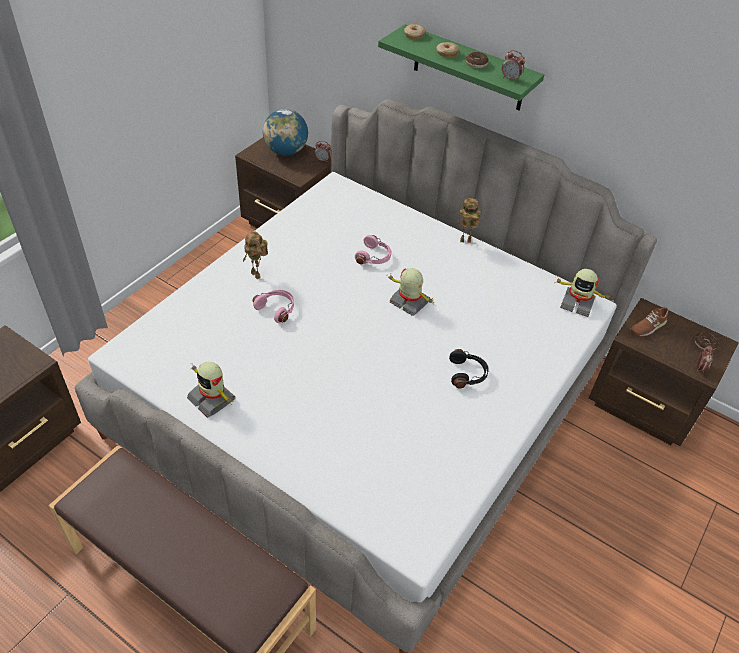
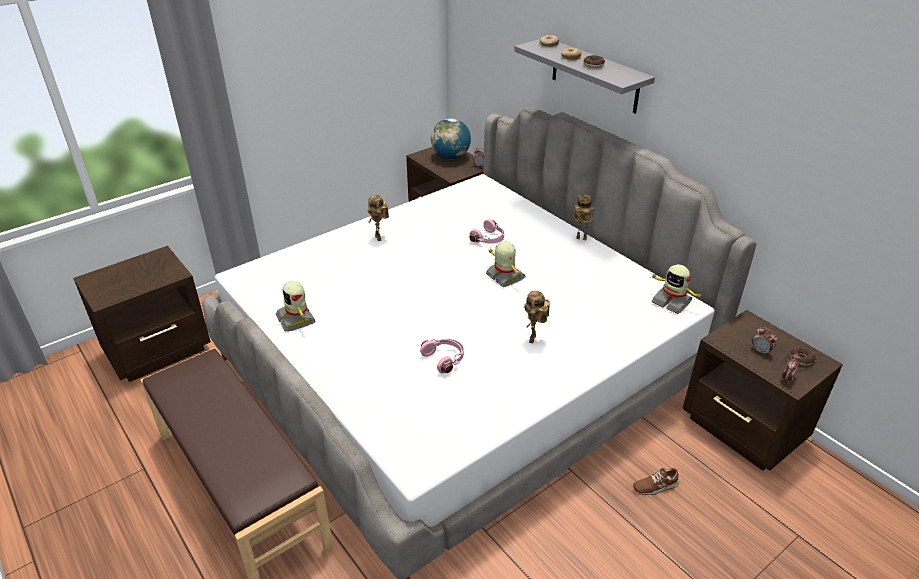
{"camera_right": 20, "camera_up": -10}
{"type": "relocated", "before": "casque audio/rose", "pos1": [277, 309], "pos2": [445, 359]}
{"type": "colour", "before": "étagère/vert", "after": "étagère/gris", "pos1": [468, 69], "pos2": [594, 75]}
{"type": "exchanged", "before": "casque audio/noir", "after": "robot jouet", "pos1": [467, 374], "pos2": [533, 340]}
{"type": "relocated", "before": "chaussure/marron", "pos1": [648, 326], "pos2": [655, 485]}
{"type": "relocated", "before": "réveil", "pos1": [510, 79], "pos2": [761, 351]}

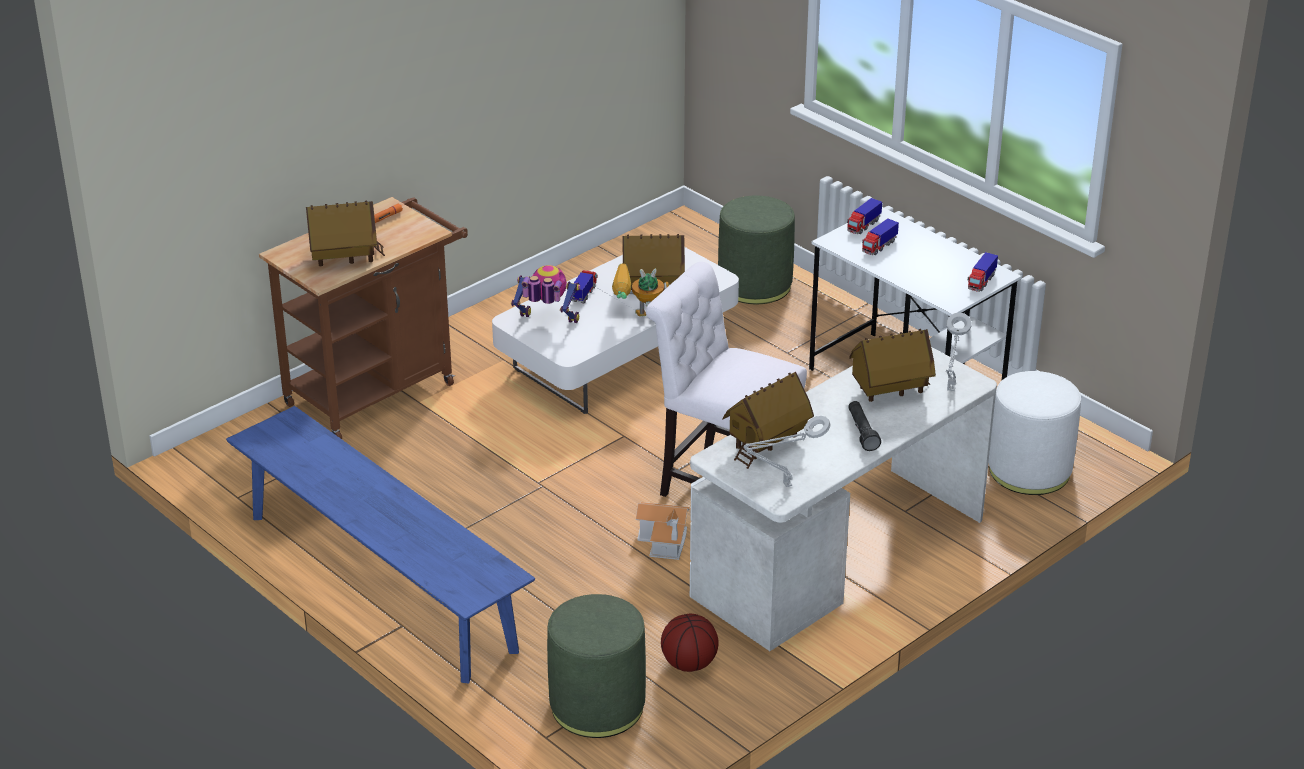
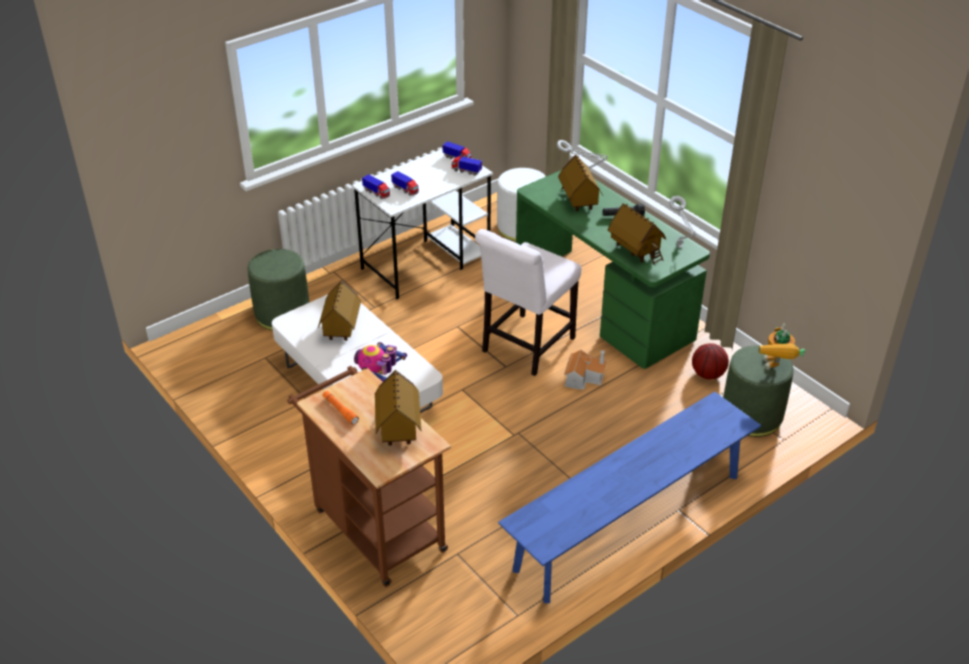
{"camera_right": -85, "camera_up": 5}
{"type": "relocated", "before": "camion jouet", "pos1": [584, 294], "pos2": [466, 171]}
{"type": "colour", "before": "bureau/blanc", "after": "bureau/vert", "pos1": [840, 557], "pos2": [603, 306]}
{"type": "relocated", "before": "robot jouet", "pos1": [637, 319], "pos2": [776, 369]}

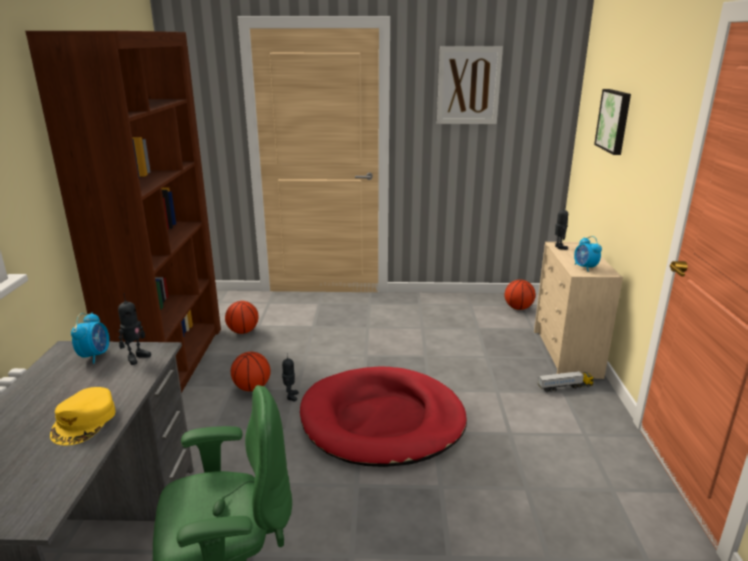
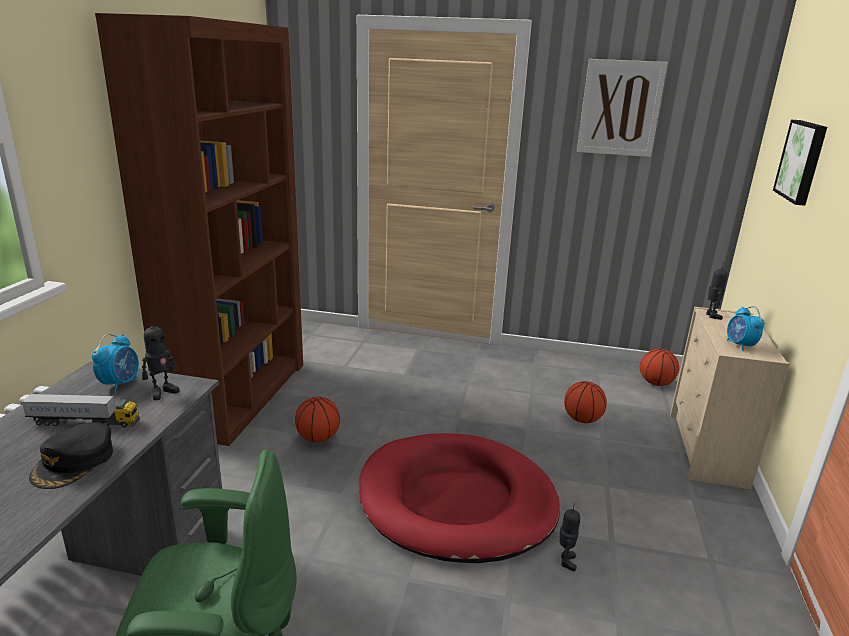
{"camera_right": 10, "camera_up": 0}
{"type": "relocated", "before": "camion jouet", "pos1": [565, 387], "pos2": [84, 422]}
{"type": "colour", "before": "casquette/jaune", "after": "casquette/noir", "pos1": [84, 421], "pos2": [74, 462]}
{"type": "relocated", "before": "robot jouet", "pos1": [290, 396], "pos2": [565, 561]}
{"type": "relocated", "before": "ballon de basket", "pos1": [243, 331], "pos2": [582, 419]}

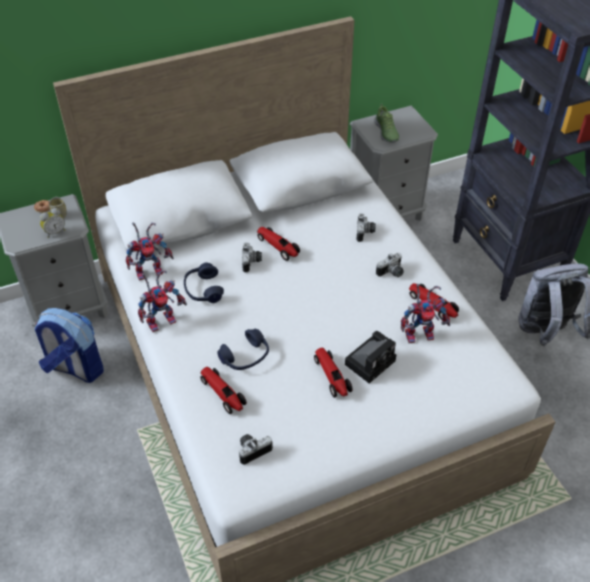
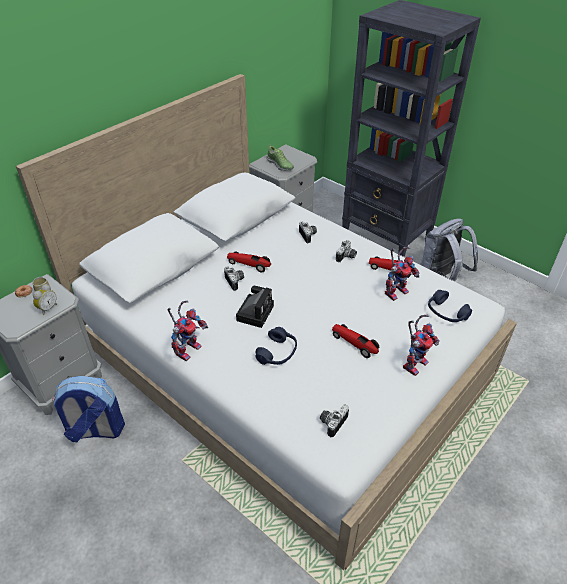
{"camera_right": -25, "camera_up": -5}
{"type": "relocated", "before": "appareil photo", "pos1": [371, 361], "pos2": [255, 312]}
{"type": "relocated", "before": "robot jouet", "pos1": [151, 270], "pos2": [414, 362]}
{"type": "relocated", "before": "casque audio/bleu", "pos1": [203, 289], "pos2": [446, 313]}
{"type": "missing", "before": "petite voiture", "pos1": [223, 394]}

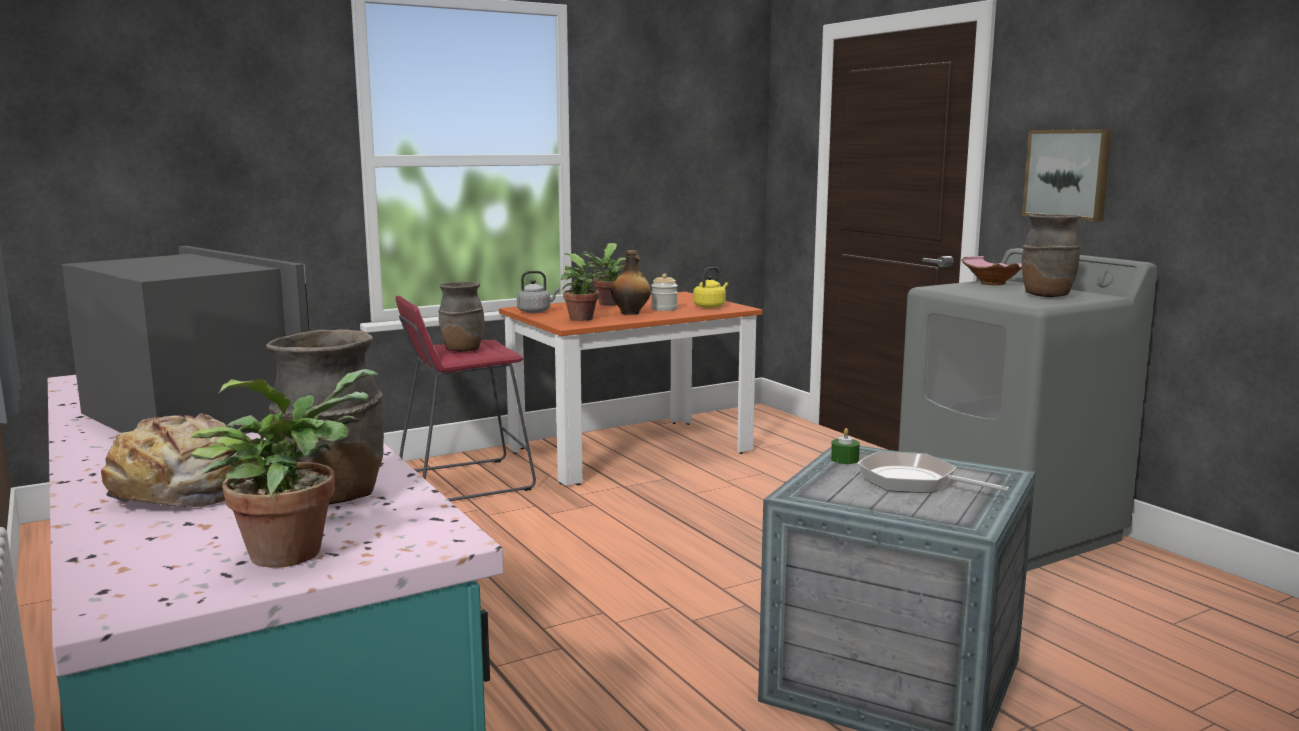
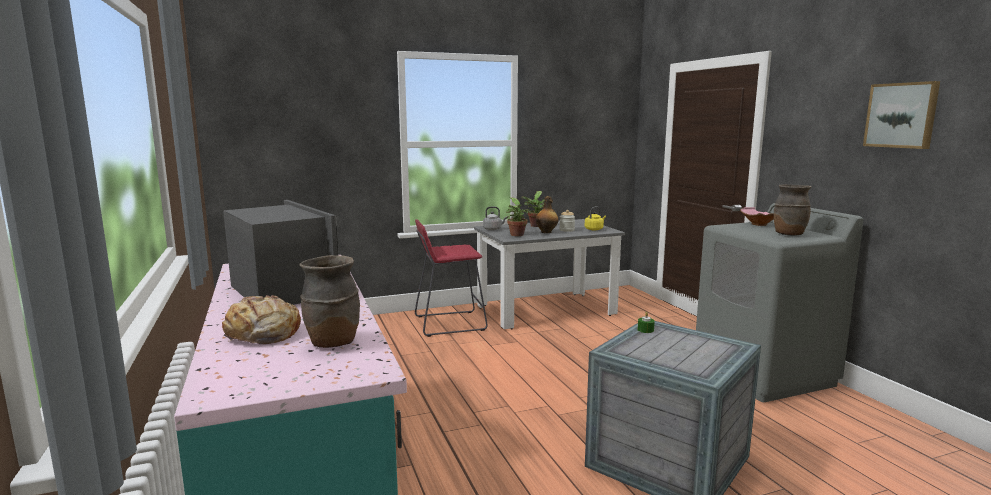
{"camera_right": 10, "camera_up": 0}
{"type": "colour", "before": "table à manger/orange", "after": "table à manger/gris", "pos1": [630, 451], "pos2": [545, 310]}
{"type": "relocated", "before": "tableau", "pos1": [1068, 174], "pos2": [902, 115]}
{"type": "missing", "before": "plante en pot", "pos1": [293, 550]}
{"type": "missing", "before": "vase/marron", "pos1": [462, 350]}
{"type": "missing", "before": "poêle", "pos1": [913, 481]}

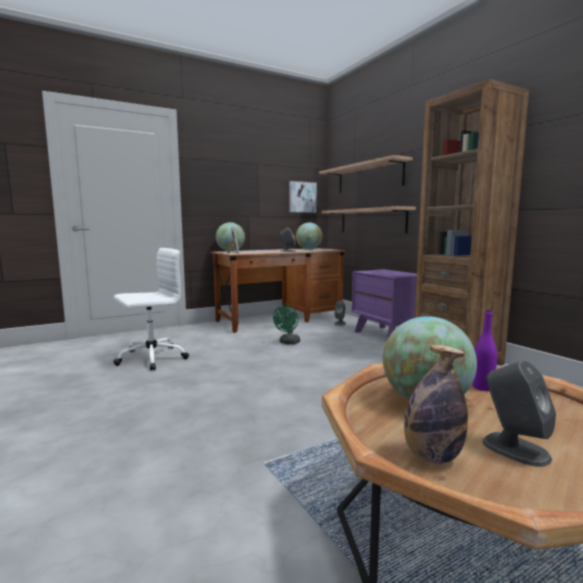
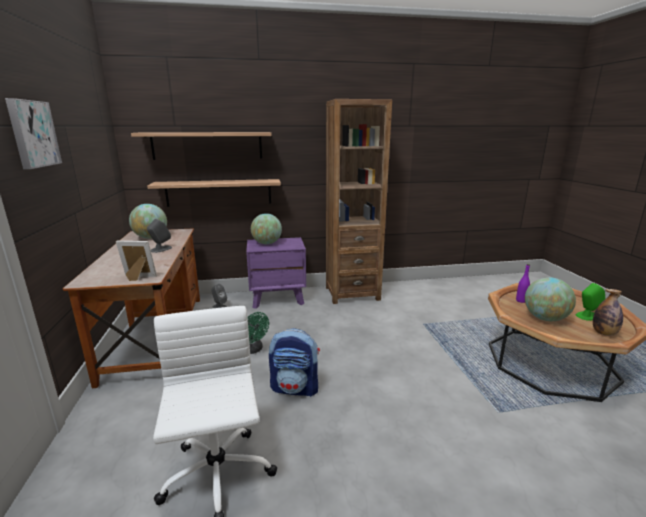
{"camera_right": -70, "camera_up": 10}
{"type": "relocated", "before": "tableau", "pos1": [302, 197], "pos2": [32, 134]}
{"type": "relocated", "before": "globe", "pos1": [230, 251], "pos2": [267, 243]}
{"type": "appeared", "after": "sac à dos", "pos2": [295, 388]}
{"type": "colour", "before": "enceinte/gris", "after": "enceinte/vert", "pos1": [514, 449], "pos2": [587, 316]}

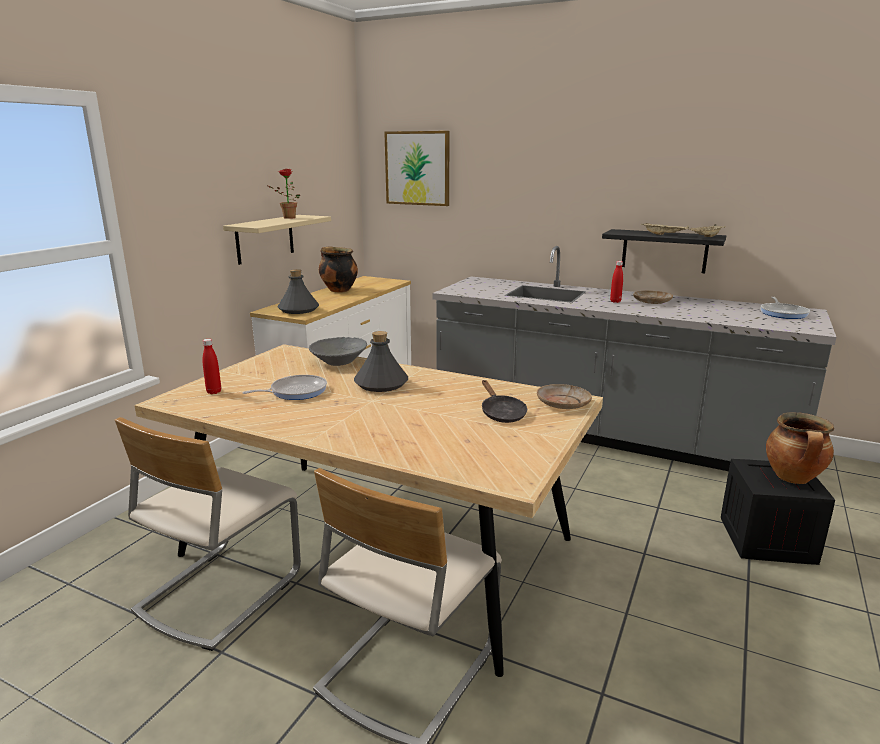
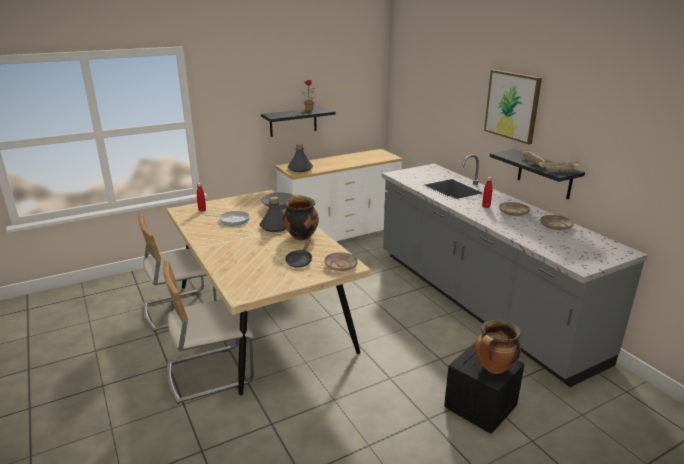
{"camera_right": 35, "camera_up": 5}
{"type": "colour", "before": "étagère/beige", "after": "étagère/noir", "pos1": [265, 239], "pos2": [293, 122]}
{"type": "relocated", "before": "marmite", "pos1": [338, 290], "pos2": [301, 236]}
{"type": "relocated", "before": "tableau", "pos1": [417, 168], "pos2": [512, 105]}
{"type": "appeared", "after": "assiette/beige", "pos2": [555, 226]}
{"type": "missing", "before": "poêle", "pos1": [783, 313]}

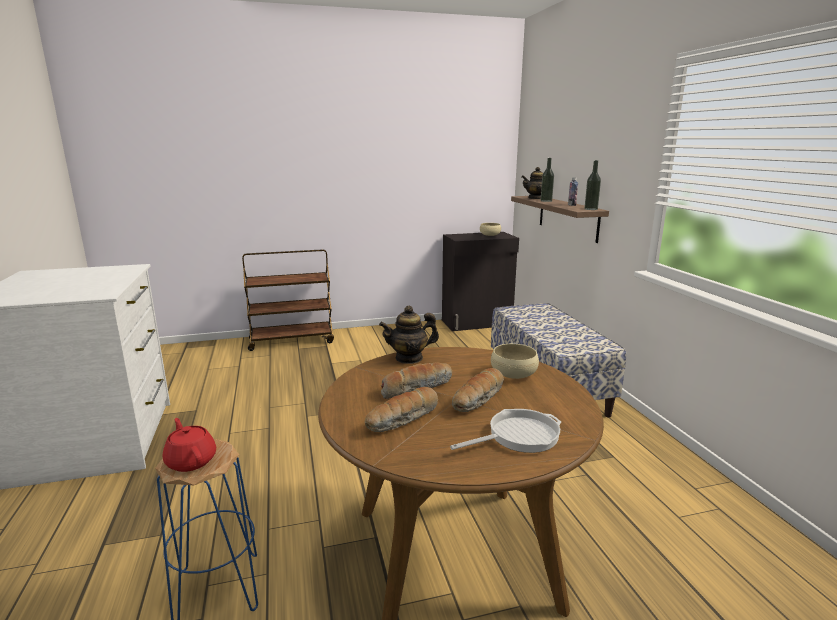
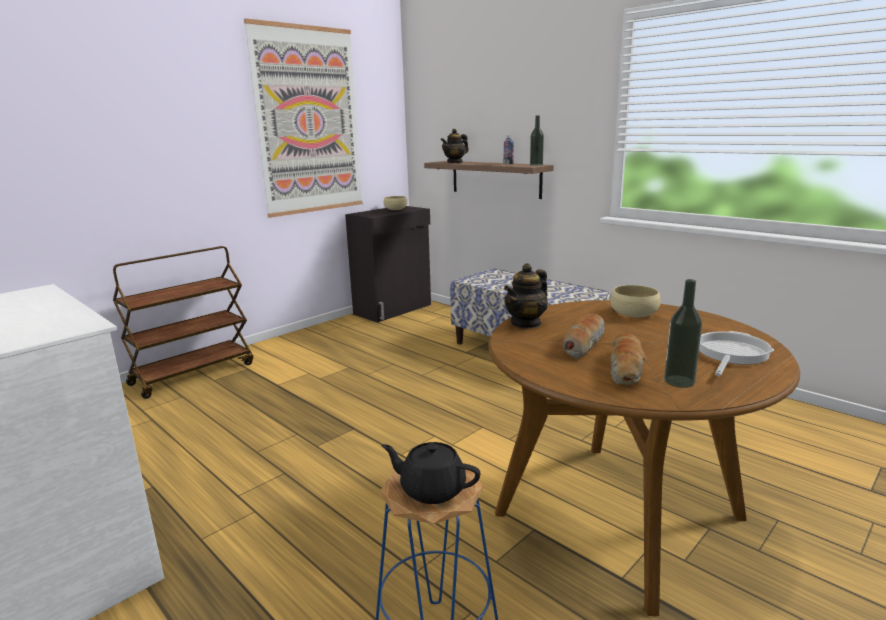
{"camera_right": -30, "camera_up": 0}
{"type": "appeared", "after": "tableau", "pos2": [309, 122]}
{"type": "colour", "before": "théière/rouge", "after": "théière/noir", "pos1": [191, 460], "pos2": [431, 489]}
{"type": "relocated", "before": "bouteille", "pos1": [546, 201], "pos2": [679, 381]}
{"type": "missing", "before": "pain", "pos1": [479, 399]}

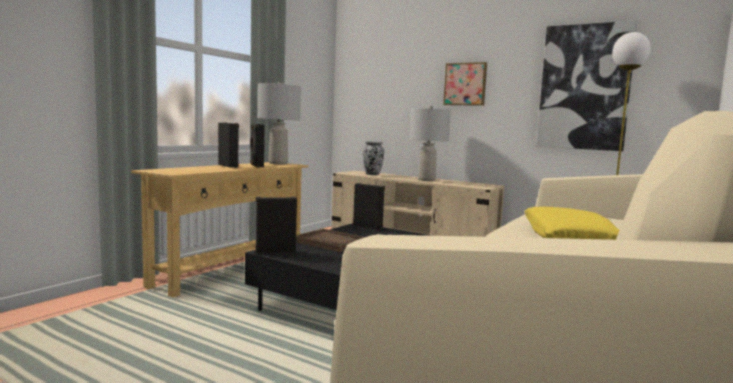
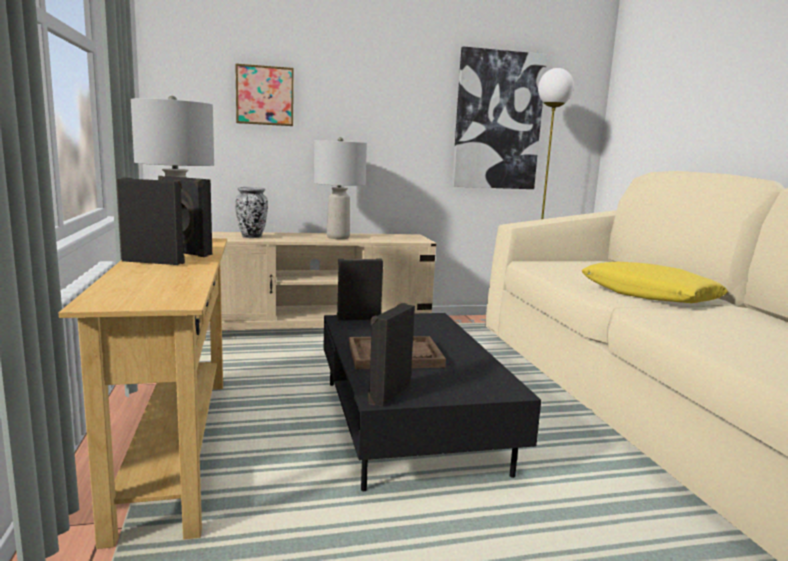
{"camera_right": -45, "camera_up": 5}
{"type": "relocated", "before": "tableau", "pos1": [465, 84], "pos2": [264, 96]}

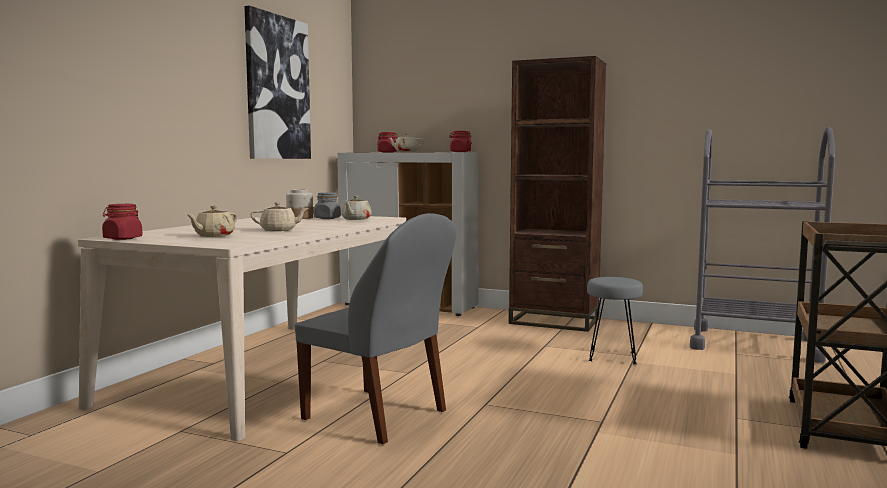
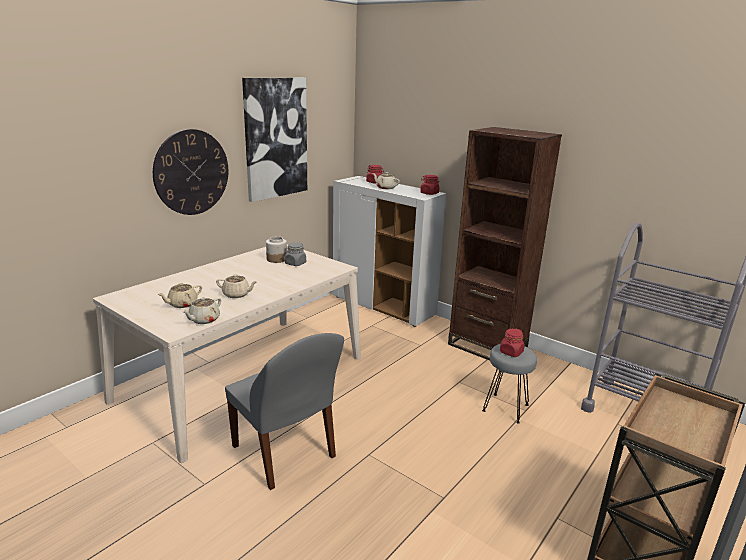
{"camera_right": 15, "camera_up": 15}
{"type": "appeared", "after": "horloge murale", "pos2": [191, 172]}
{"type": "relocated", "before": "théière/beige", "pos1": [355, 219], "pos2": [204, 320]}
{"type": "relocated", "before": "bocal/rouge", "pos1": [122, 238], "pos2": [511, 352]}

